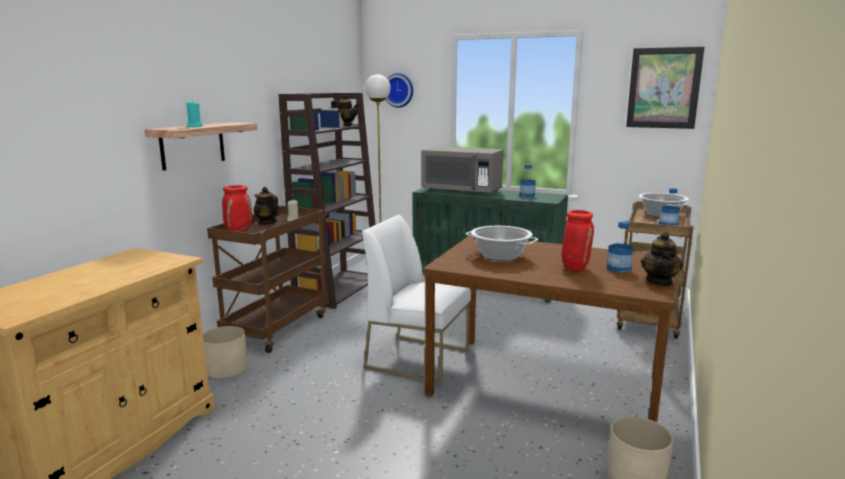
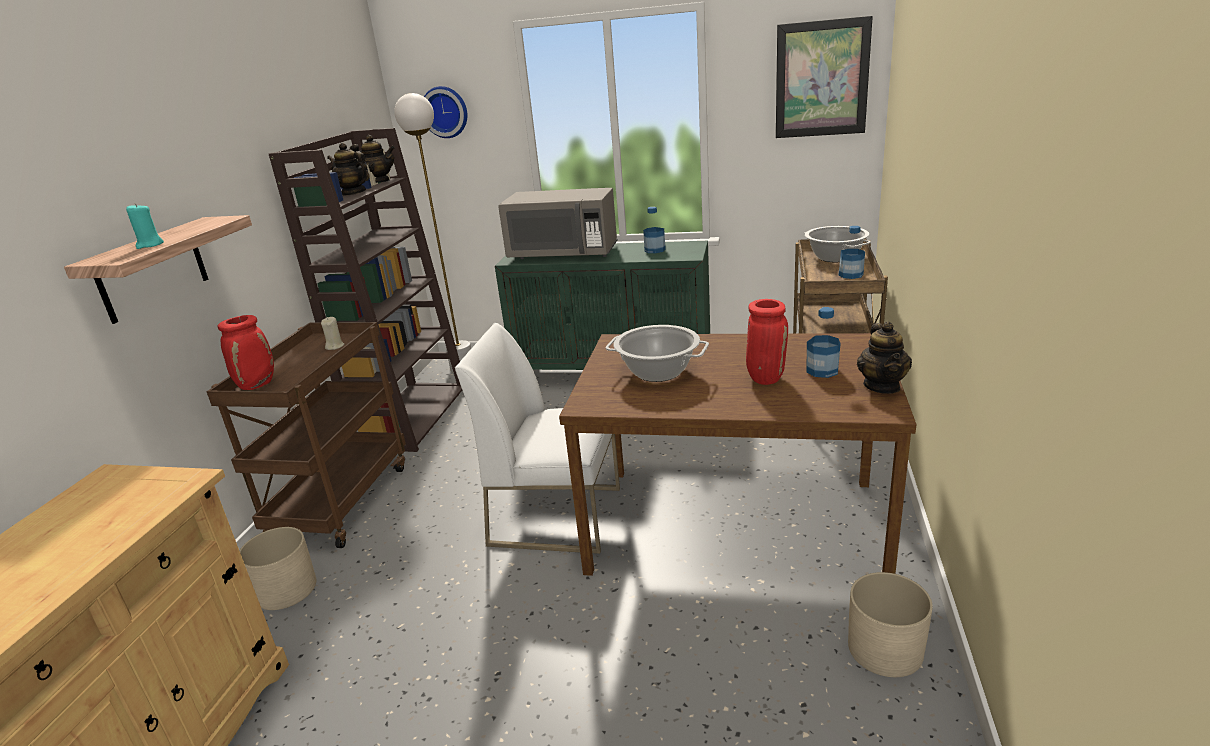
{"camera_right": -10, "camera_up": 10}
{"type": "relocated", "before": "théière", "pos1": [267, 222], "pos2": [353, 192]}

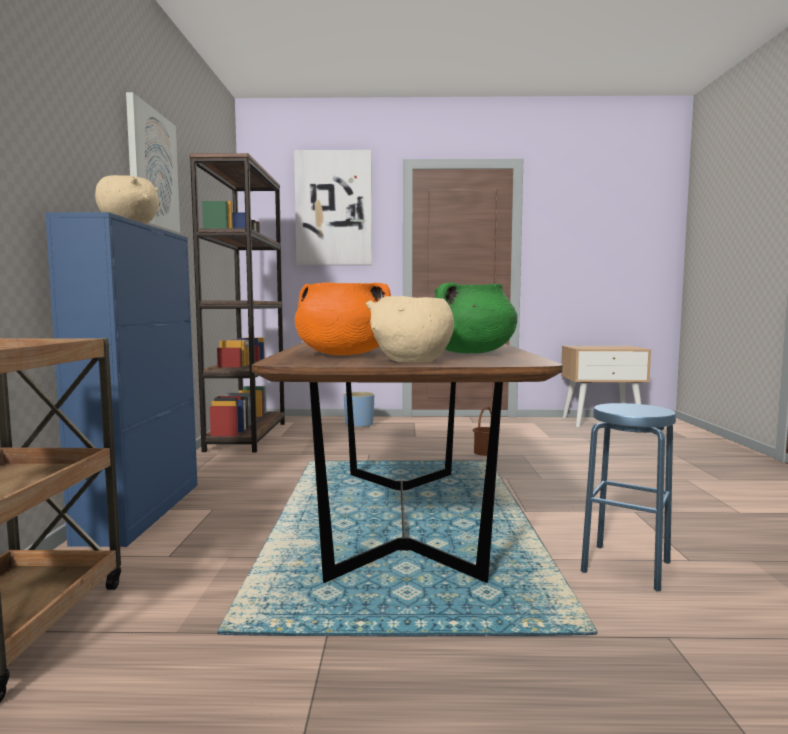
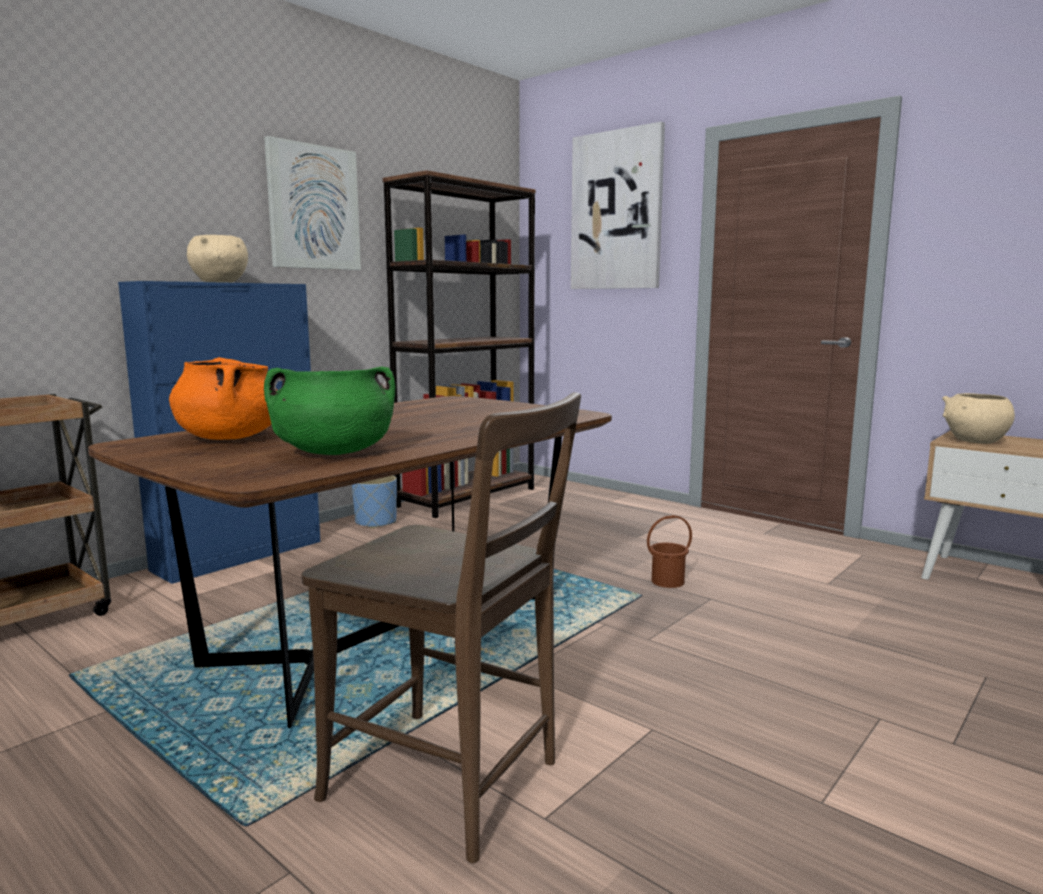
{"camera_right": 40, "camera_up": 5}
{"type": "exchanged", "before": "tabouret/bleu", "after": "chaise/marron", "pos1": [626, 566], "pos2": [452, 784]}
{"type": "relocated", "before": "cache-pot/bleu", "pos1": [359, 425], "pos2": [376, 522]}
{"type": "relocated", "before": "bol/beige", "pos1": [412, 361], "pos2": [975, 441]}

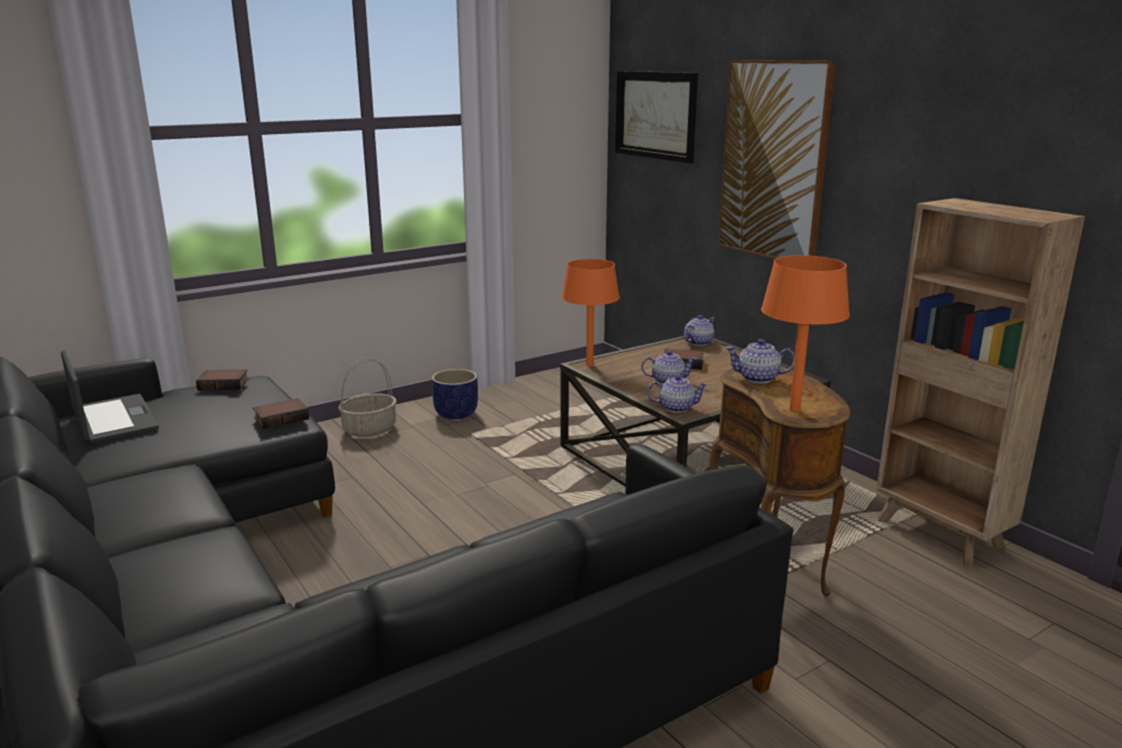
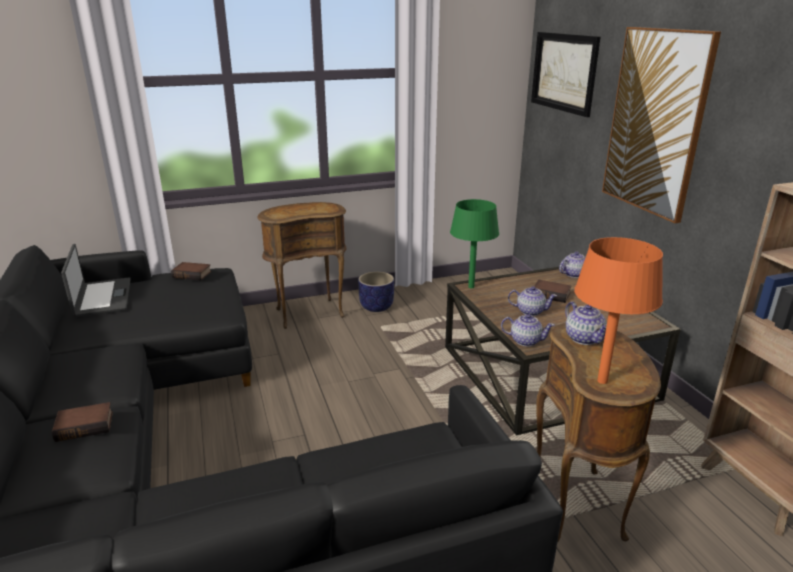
{"camera_right": 15, "camera_up": 5}
{"type": "relocated", "before": "livre", "pos1": [282, 418], "pos2": [86, 425]}
{"type": "exchanged", "before": "panier", "after": "table d'appoint/marron", "pos1": [370, 429], "pos2": [308, 312]}
{"type": "colour", "before": "lampe de table/orange", "after": "lampe de table/vert", "pos1": [589, 364], "pos2": [471, 287]}
{"type": "spun", "before": "théière", "pos1": [758, 378], "pos2": [584, 338], "turn": -135}

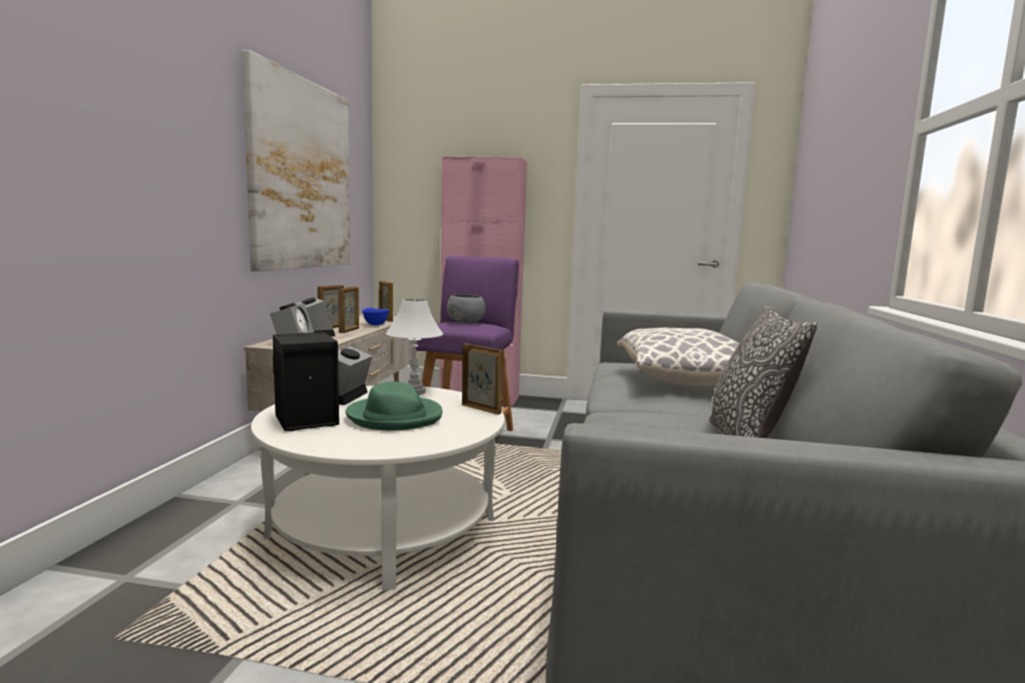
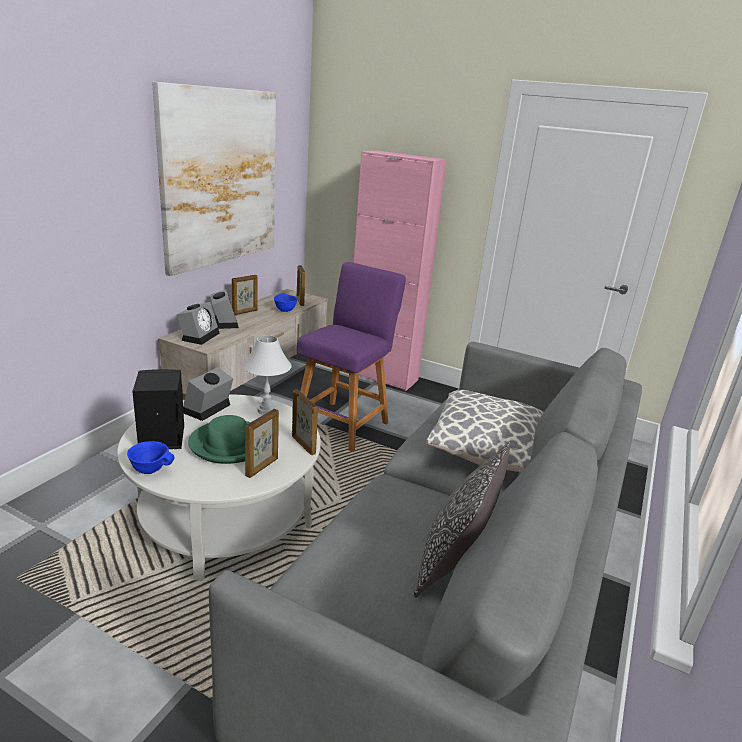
{"camera_right": 15, "camera_up": 15}
{"type": "appeared", "after": "bol/bleu", "pos2": [151, 469]}
{"type": "relocated", "before": "cadre photo", "pos1": [349, 330], "pos2": [262, 467]}
{"type": "missing", "before": "bol/gris", "pos1": [466, 323]}

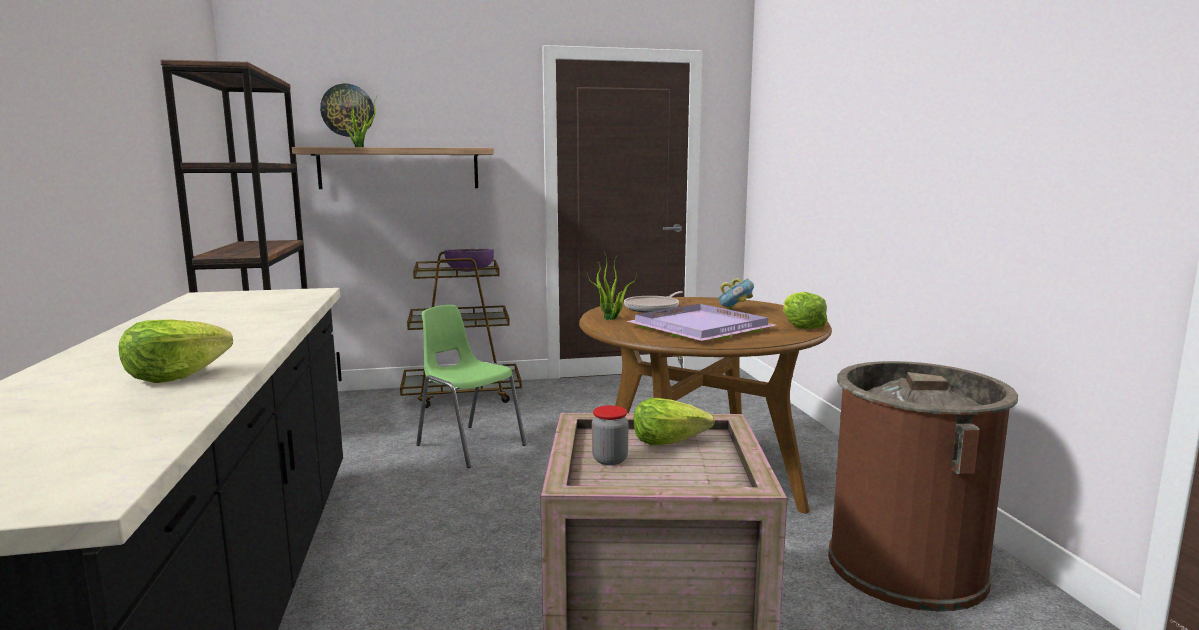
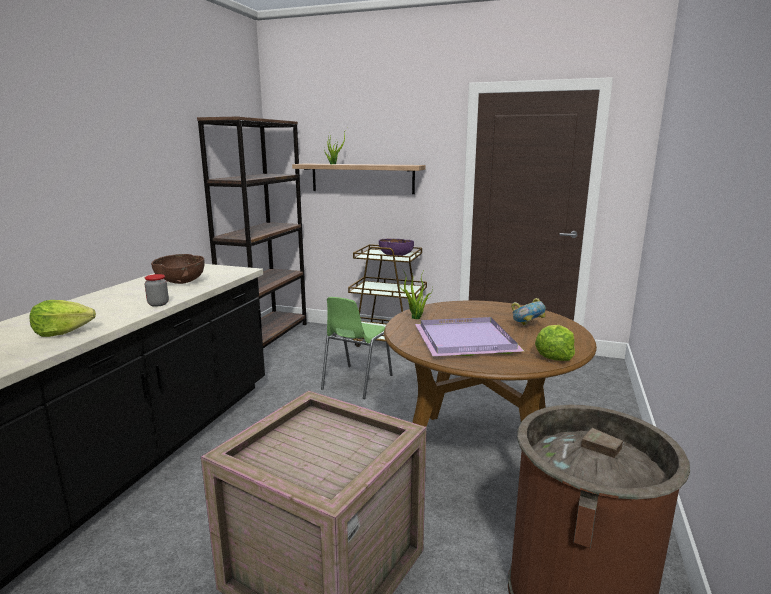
{"camera_right": 30, "camera_up": 5}
{"type": "relocated", "before": "bocal", "pos1": [610, 460], "pos2": [158, 304]}
{"type": "appeared", "after": "bol/marron", "pos2": [181, 281]}
{"type": "spun", "before": "chaise/vert", "pos1": [470, 445], "pos2": [356, 382], "turn": -135}
{"type": "missing", "before": "horloge murale", "pos1": [347, 110]}
{"type": "missing", "before": "poêle", "pos1": [653, 308]}
{"type": "missing", "before": "laitue", "pos1": [668, 441]}

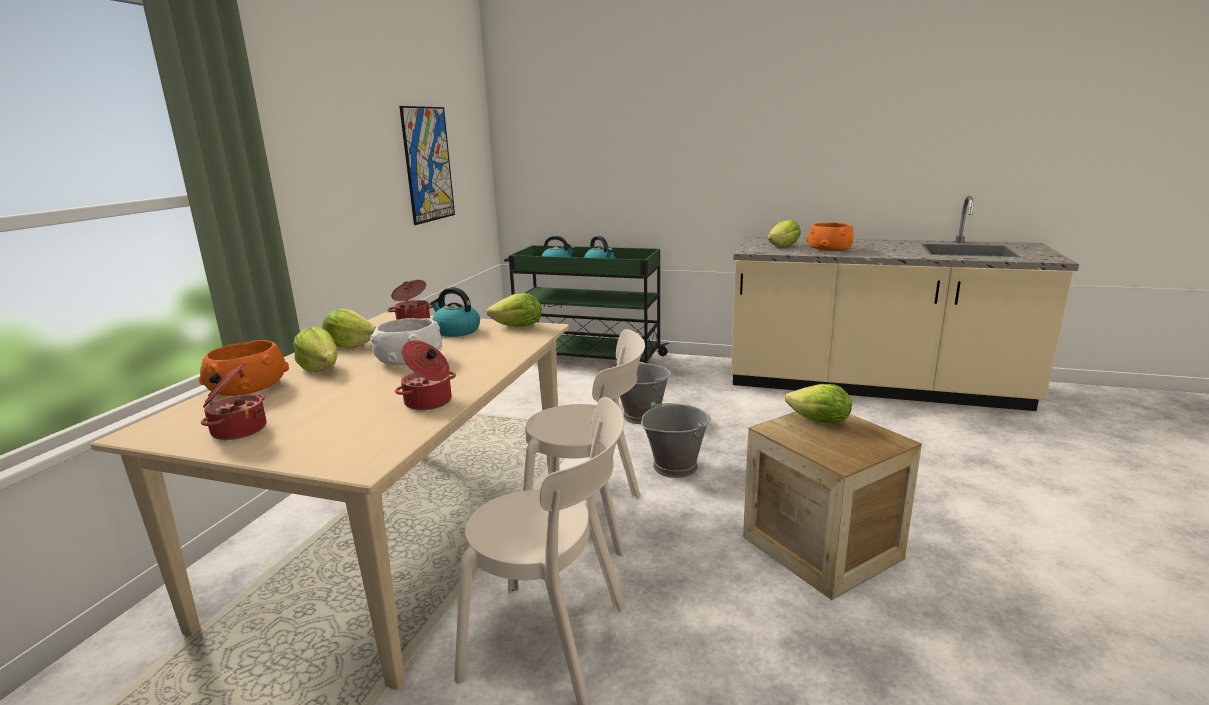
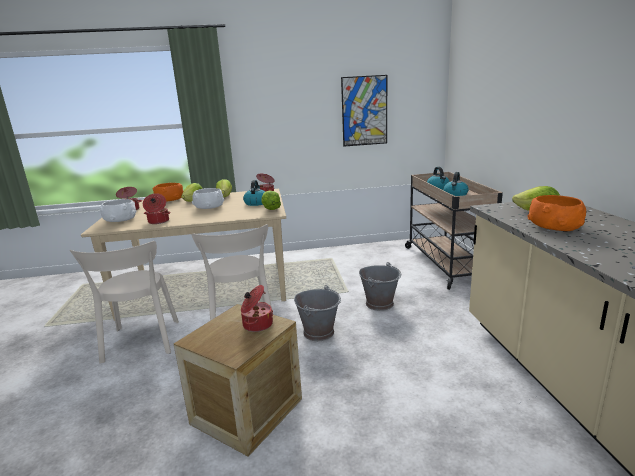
{"camera_right": 65, "camera_up": 0}
{"type": "appeared", "after": "bol/blanc", "pos2": [120, 220]}
{"type": "exchanged", "before": "laitue", "after": "marmite", "pos1": [819, 421], "pos2": [257, 324]}
{"type": "colour", "before": "chariot/vert", "after": "chariot/beige", "pos1": [587, 360], "pos2": [446, 263]}

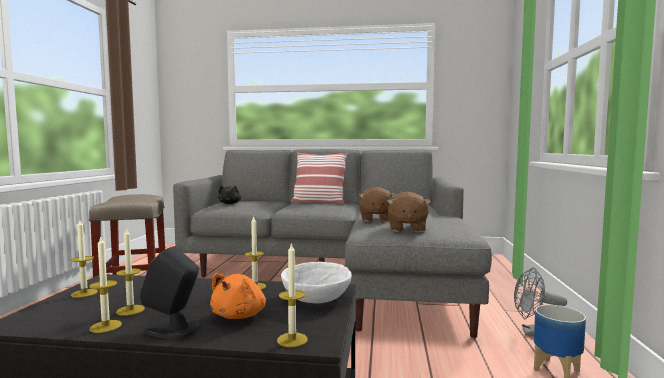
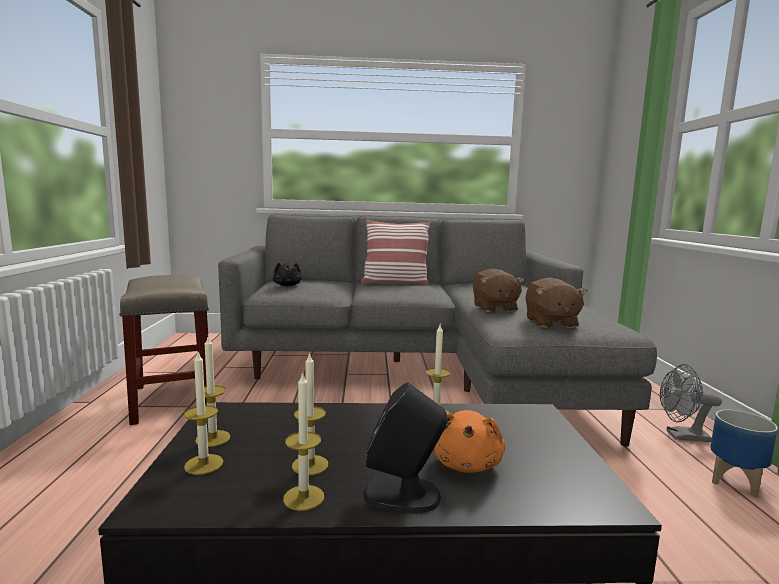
{"camera_right": -10, "camera_up": 5}
{"type": "relocated", "before": "bougie", "pos1": [292, 340], "pos2": [204, 464]}
{"type": "missing", "before": "bol/blanc", "pos1": [317, 297]}

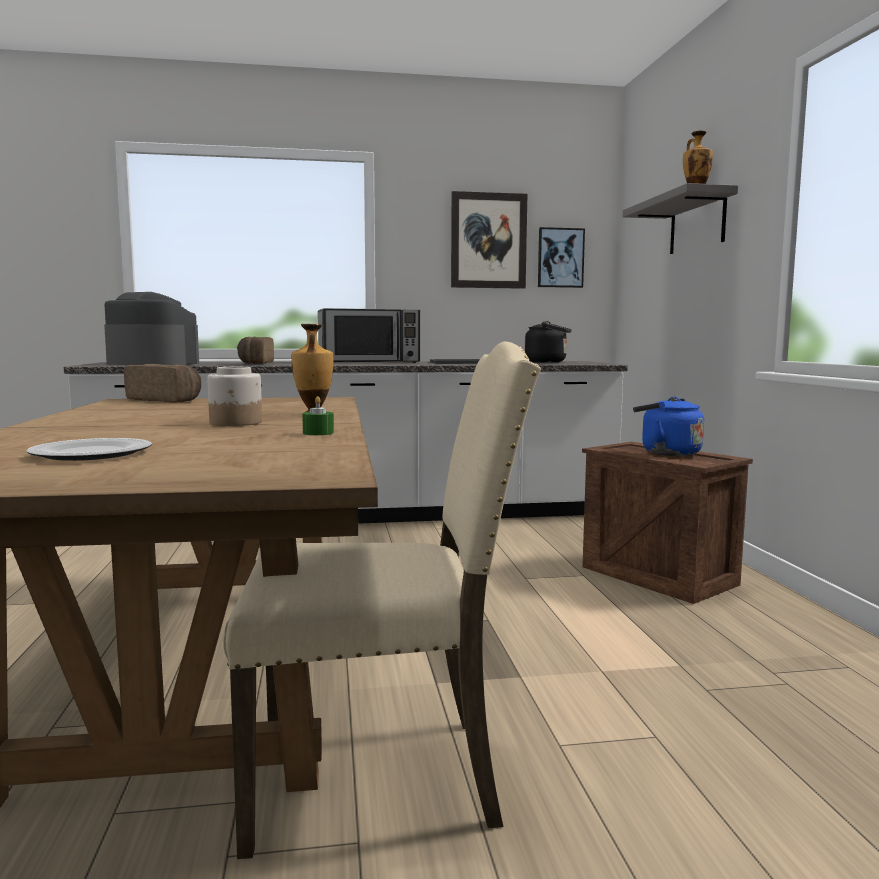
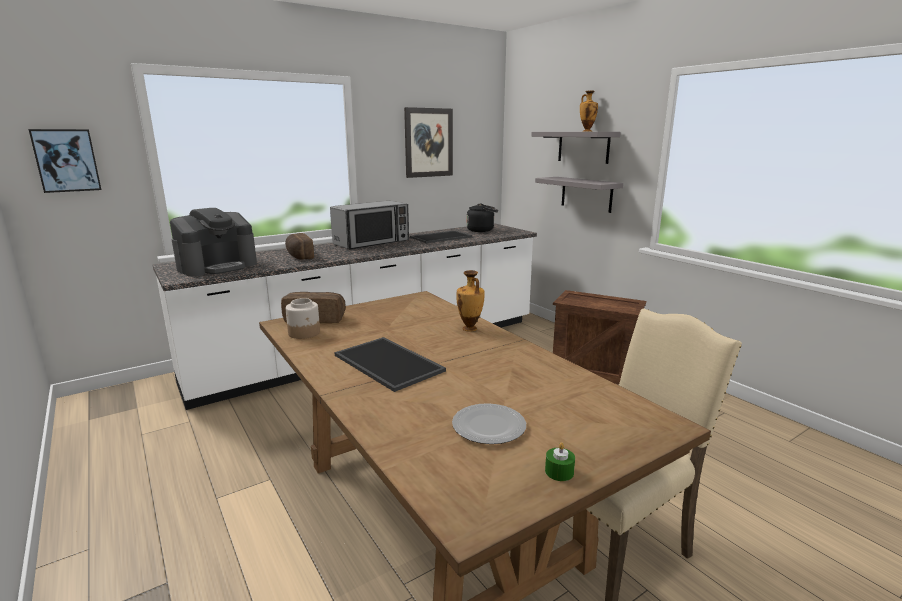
{"camera_right": -25, "camera_up": 10}
{"type": "relocated", "before": "tableau", "pos1": [560, 258], "pos2": [66, 160]}
{"type": "spun", "before": "machine à café", "pos1": [152, 363], "pos2": [217, 266], "turn": 135}
{"type": "relocated", "before": "bocal", "pos1": [236, 423], "pos2": [304, 333]}
{"type": "appeared", "after": "plateau", "pos2": [390, 363]}
{"type": "appeared", "after": "étagère/gris", "pos2": [586, 194]}
{"type": "relocated", "before": "bougie/vert", "pos1": [318, 433], "pos2": [559, 472]}
{"type": "missing", "before": "bouilloire/bleu", "pos1": [666, 453]}

